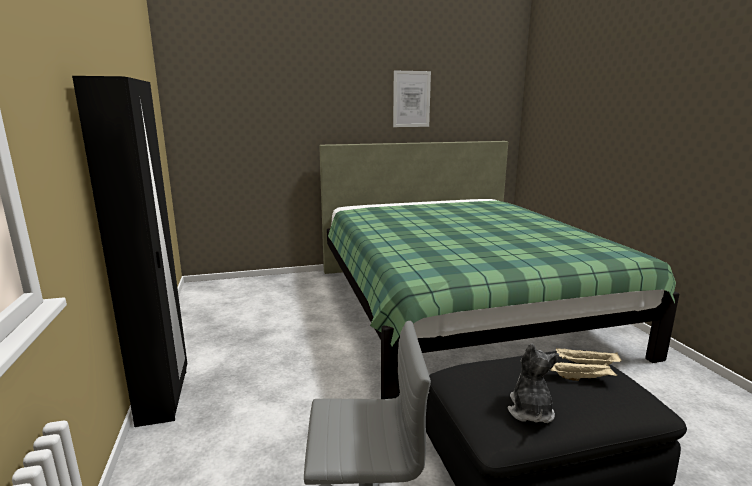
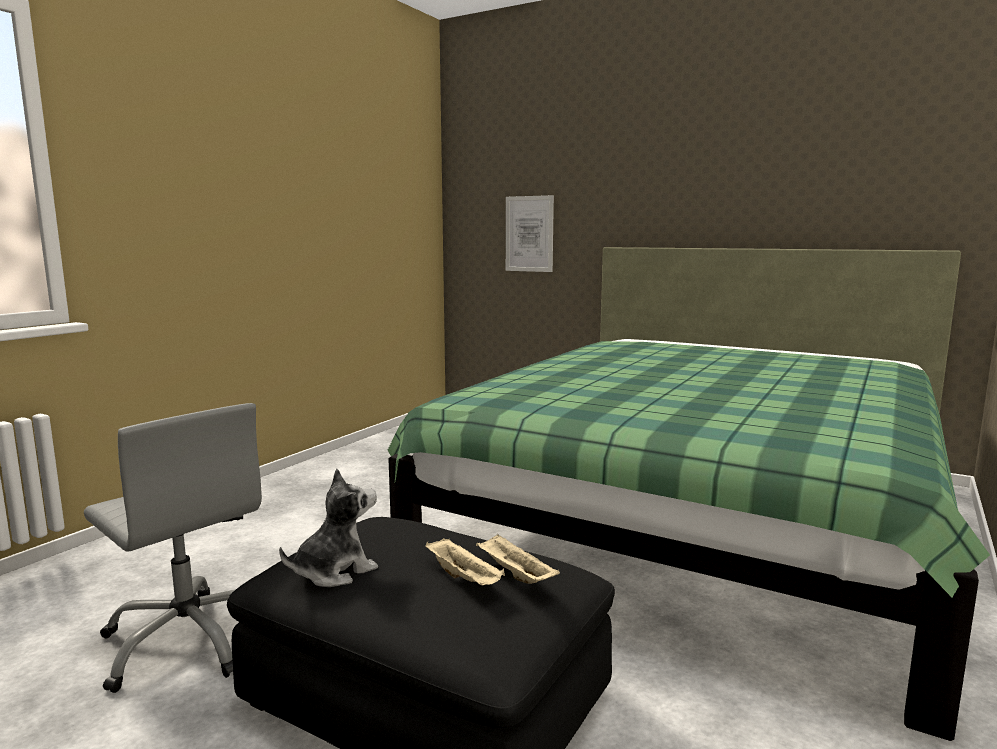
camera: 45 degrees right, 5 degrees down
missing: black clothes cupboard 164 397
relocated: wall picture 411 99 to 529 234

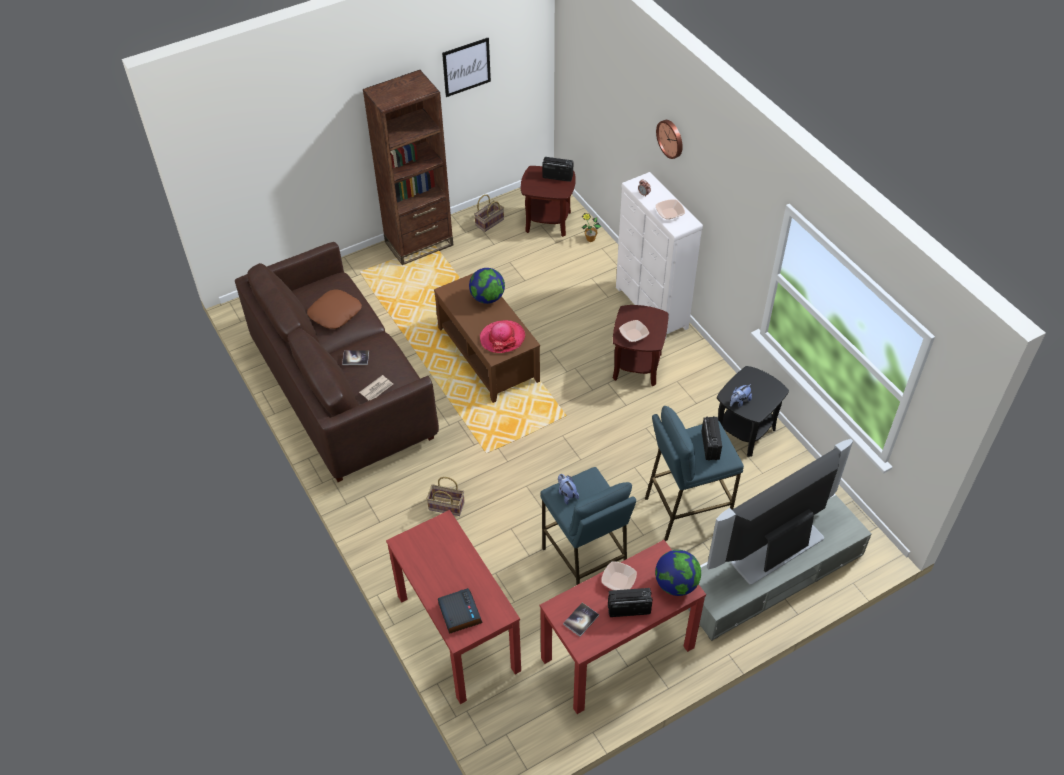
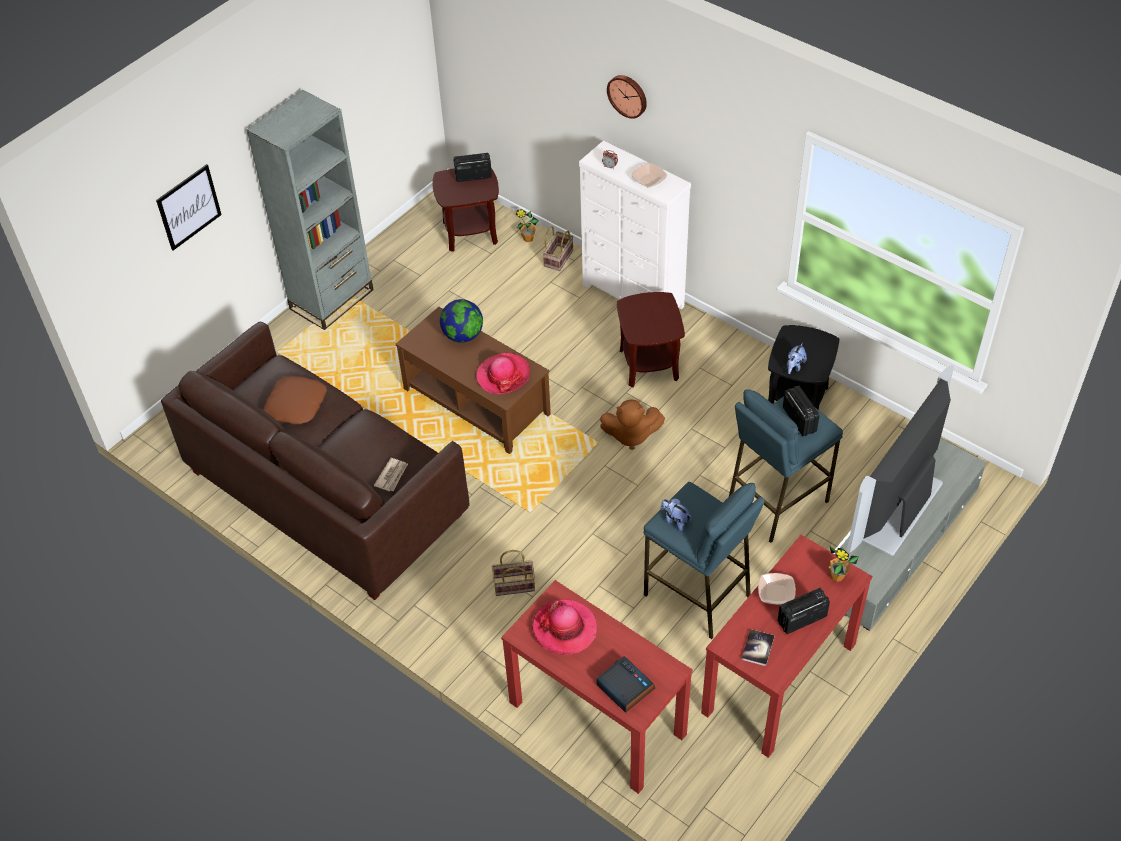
camera: 20 degrees left, 0 degrees up
missing: bound book 355 358; serving bowl 633 334
appeared: wearable hat 565 628; brownish soft toy 630 435
relocated: wall picture 466 67 to 189 207; basket 489 221 to 558 257
exchanged: world globe 676 584 to potted plant 837 576
colour: brownish shelving unit 419 244 to greyish shelving unit 332 299

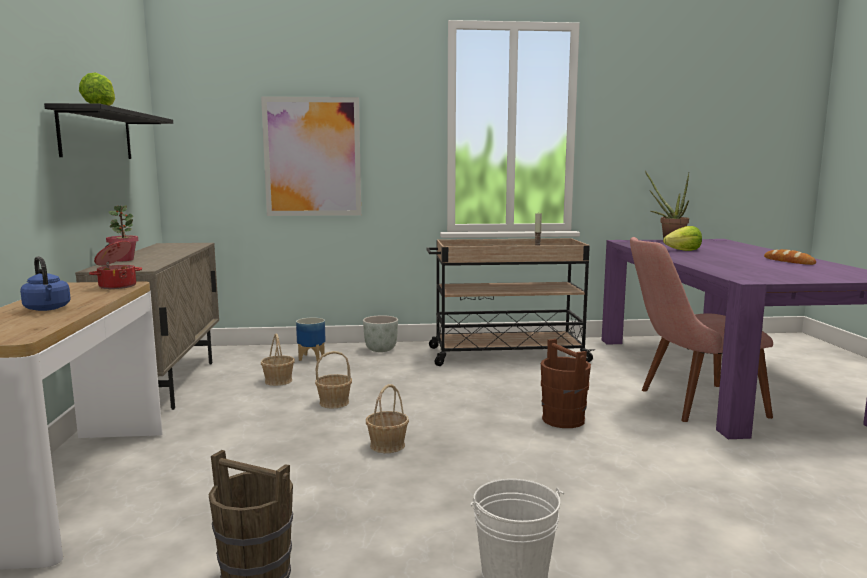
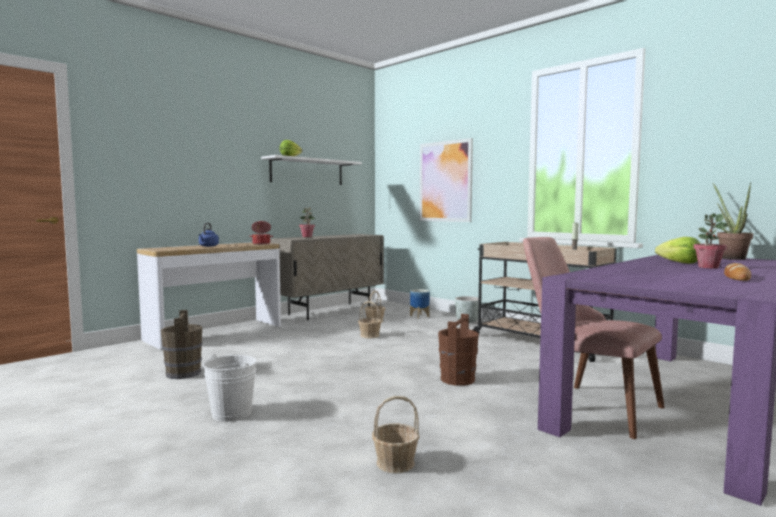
camera: 50 degrees right, 5 degrees down
appeared: potted plant 708 267
relocated: basket 387 445 to 395 463
colour: black bracket shelf 96 135 to white-coloured bracket shelf 307 171

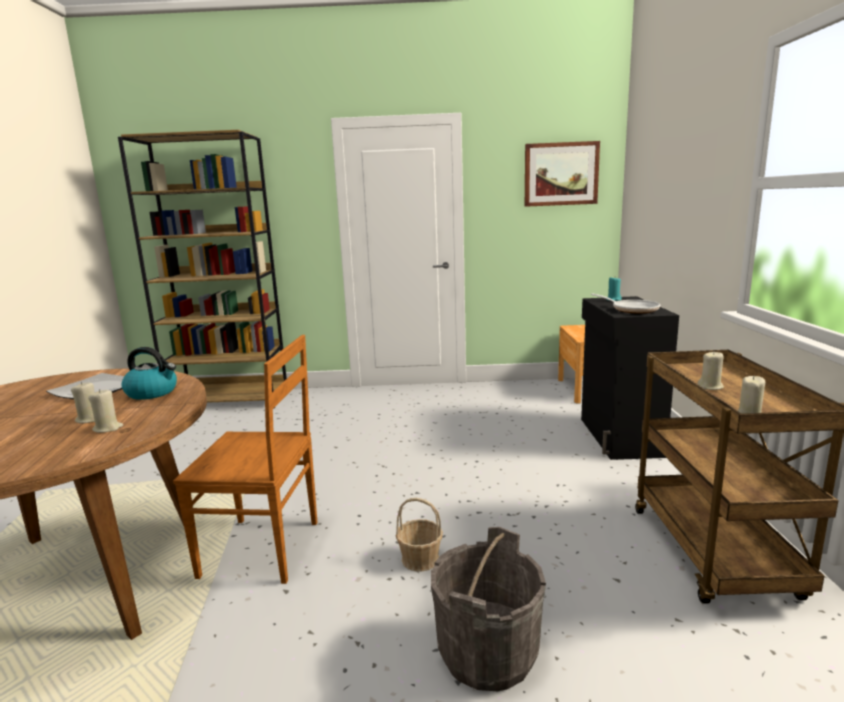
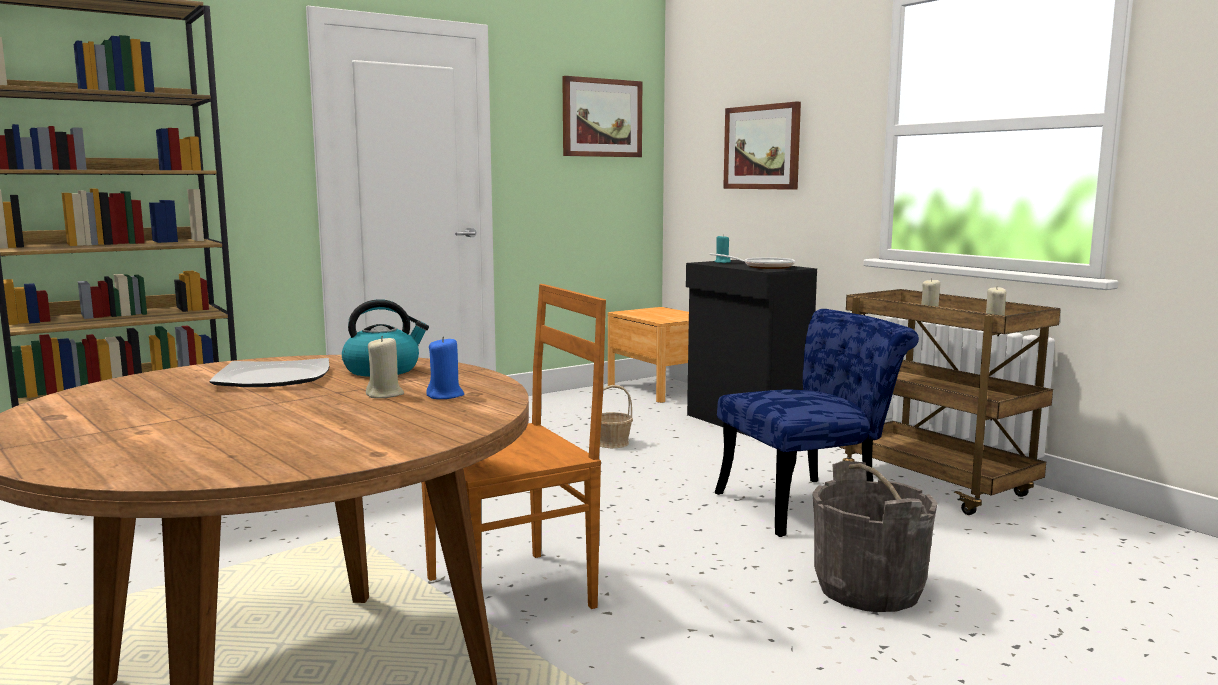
camera: 35 degrees left, 5 degrees down
appeared: bluish plain chair 809 504; wall picture 762 147
relocated: basket 420 559 to 612 443
colour: beige wax light 108 428 to bluish wax light 445 396

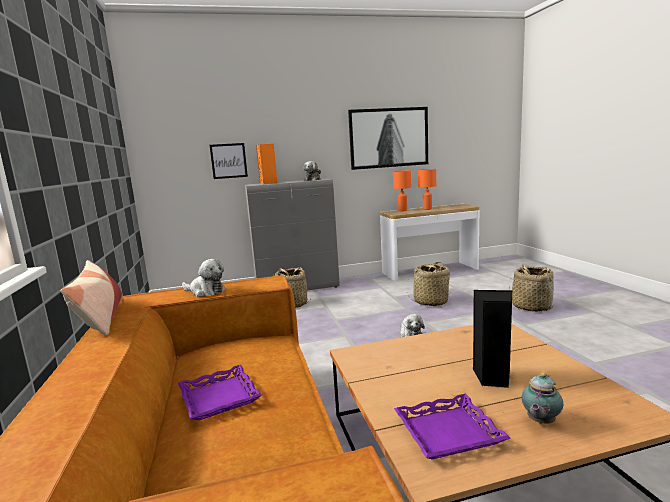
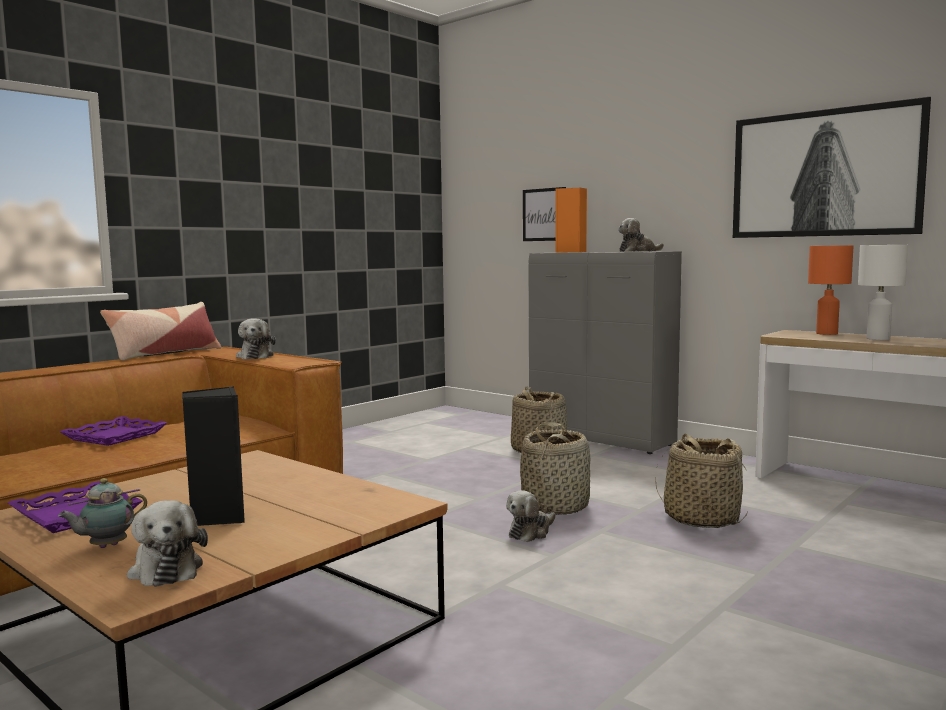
camera: 55 degrees right, 5 degrees down
appeared: soft toy 166 569
relocated: basket 531 306 to 556 505
colour: orange-coloured tabletop lamp 427 209 to white-coloured tabletop lamp 879 339
spun: teapot 540 421 = 105 547 45 degrees counterclockwise

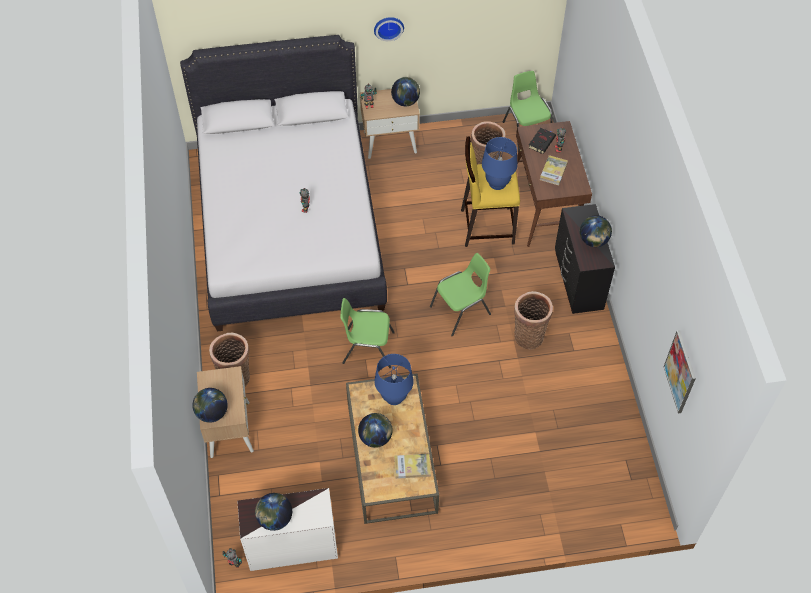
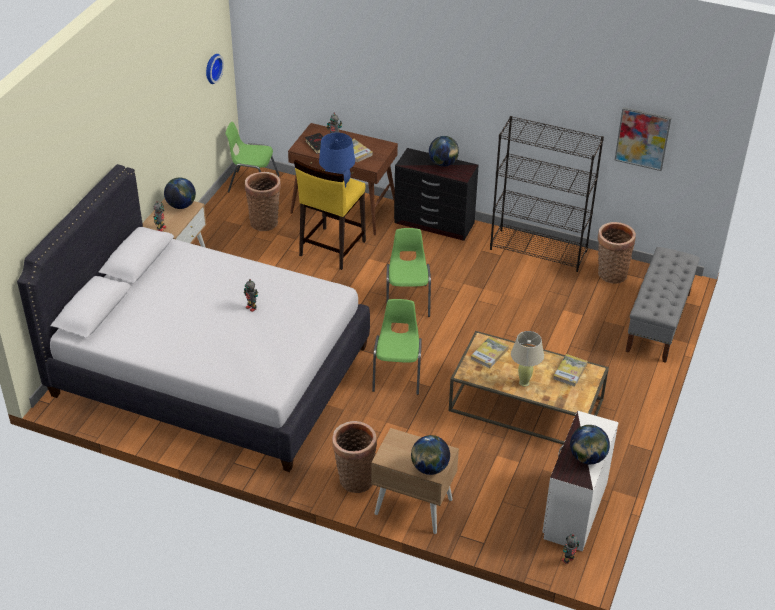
camera: 60 degrees left, 15 degrees down
appeared: black shelving unit 539 250; greyish bench 658 322
relocated: hanging clock 388 27 to 212 68; basket 529 335 to 610 273
exchanged: bluish tabletop lamp 394 396 to bound book 489 354; world globe 375 438 to beige tabletop lamp 524 382
spun: green-coloured plain chair 367 348 = 398 374 150 degrees clockwise

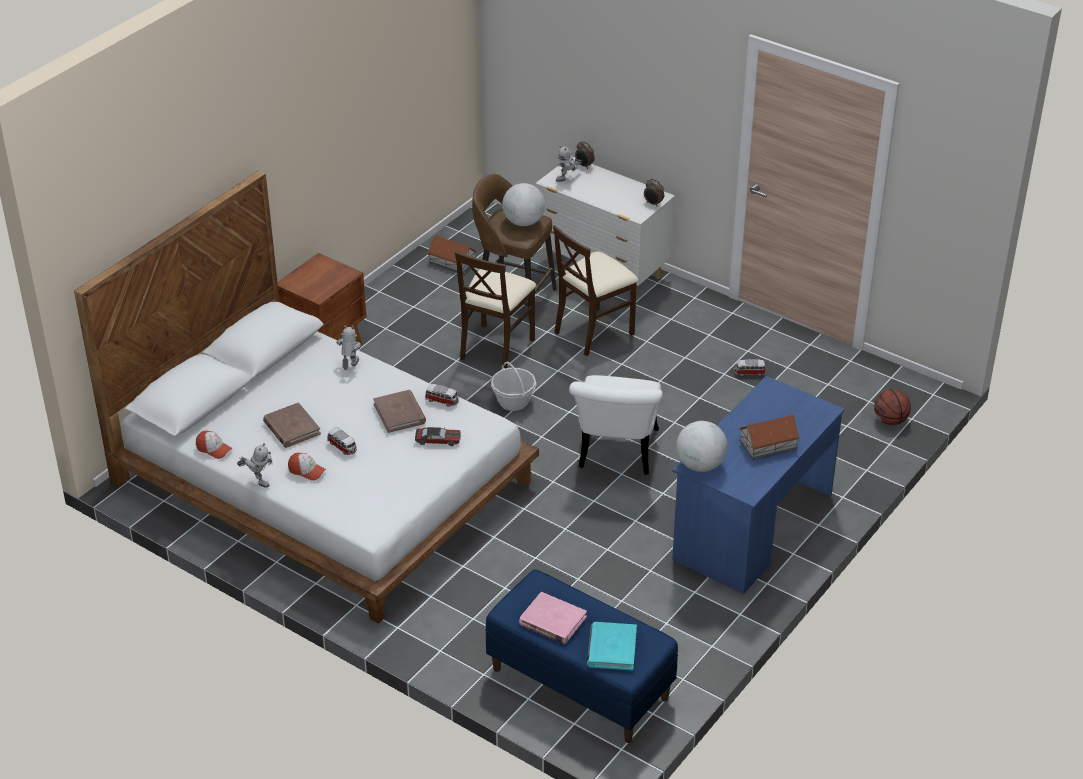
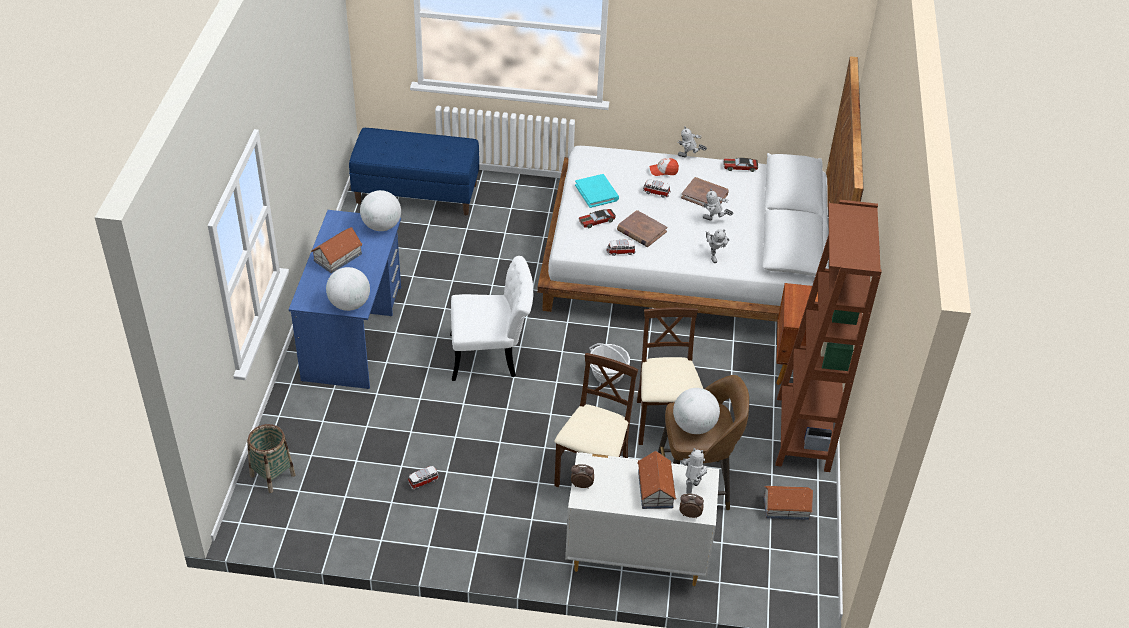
camera: 150 degrees right, 5 degrees up
missing: pink-coloured bound book 552 621
appeared: world globe 349 304; toy house 655 490; toy robot 714 221; brownish shelving unit 803 434
relocated: turquoise bound book 611 648 to 597 192
exchanged: basketball ball 890 421 to basket 272 475; cap 214 449 to miniature car 740 167
spun: white-coloured plain chair 616 455 = 492 356 105 degrees clockwise

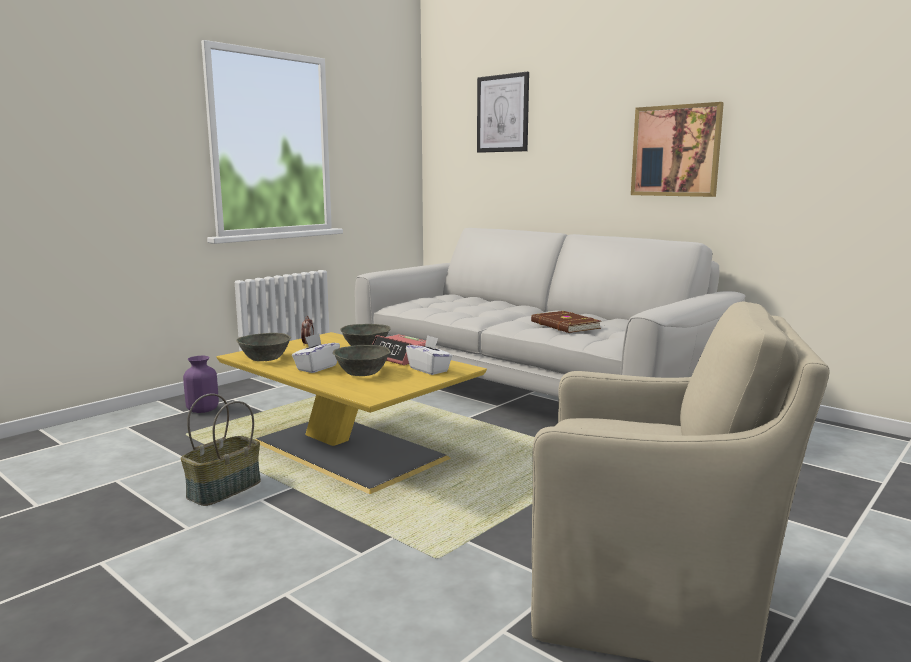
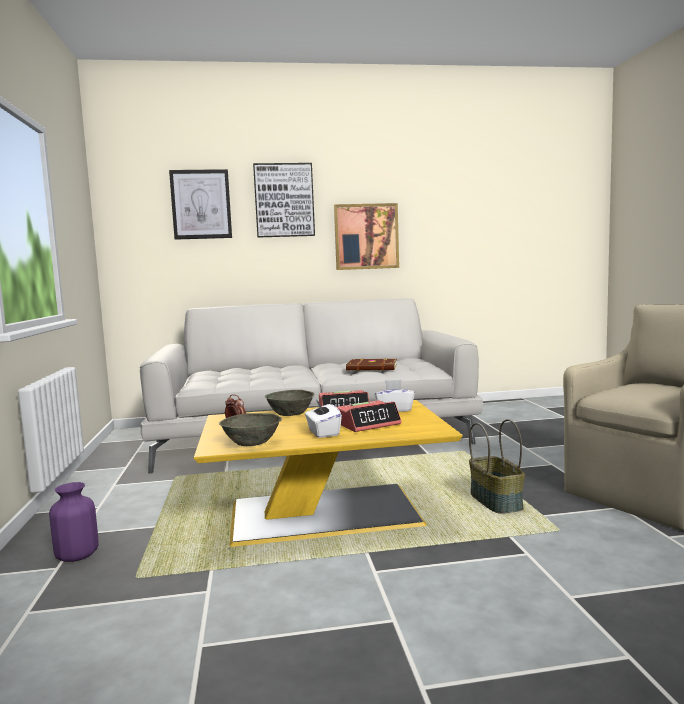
camera: 50 degrees left, 5 degrees down
appeared: wall picture 284 200
relocated: basket 224 490 to 497 501
exchanged: greyish serving bowl 363 373 to table clock 368 424

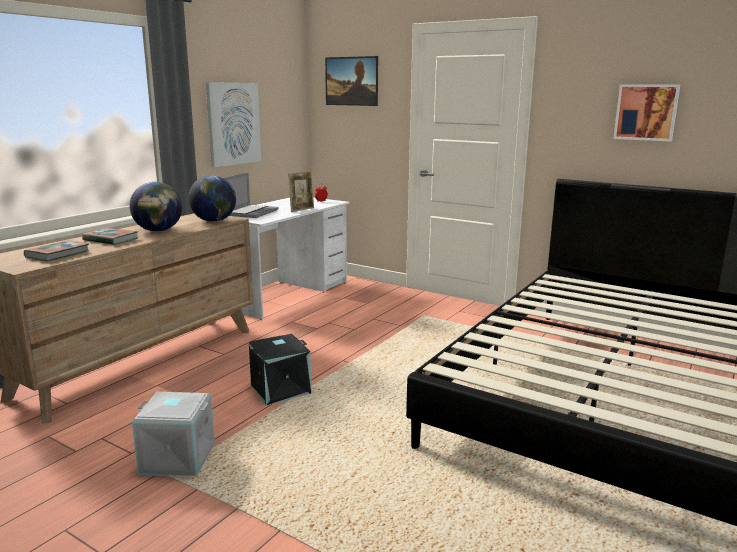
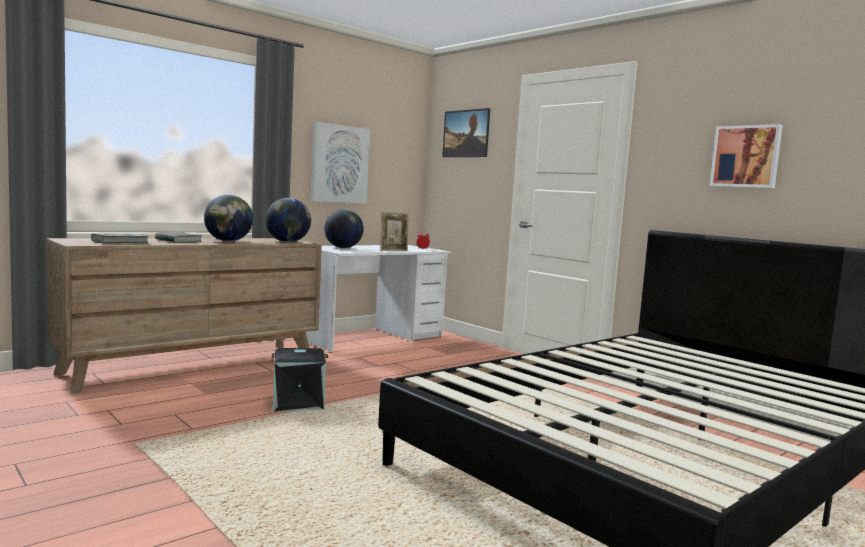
camera: 15 degrees right, 10 degrees down
missing: greyish storage box 177 459
exchanged: laptop 251 212 to world globe 343 248

